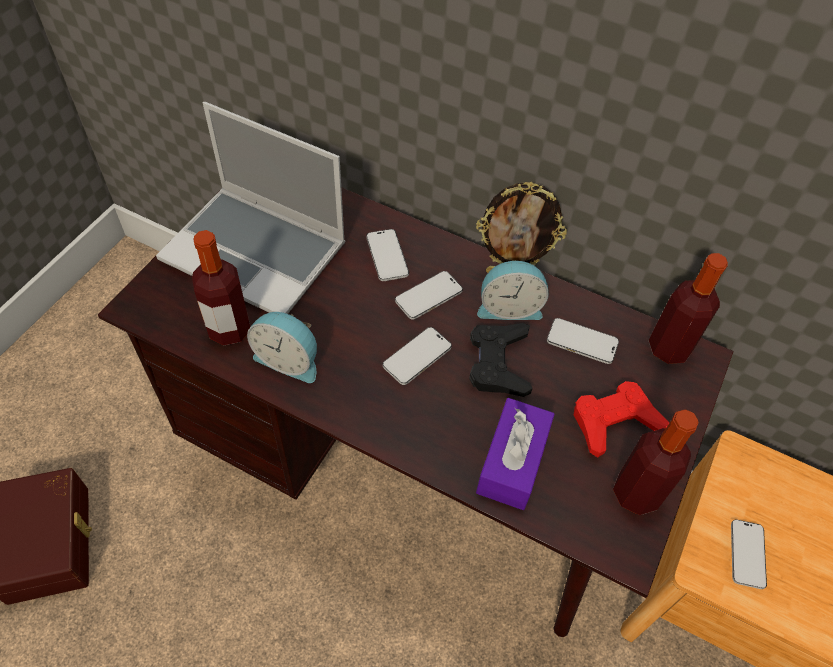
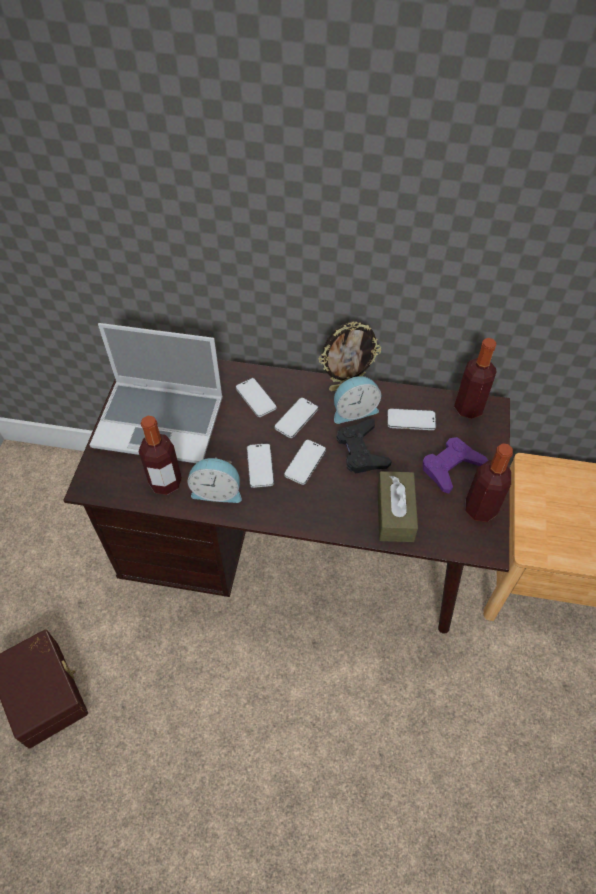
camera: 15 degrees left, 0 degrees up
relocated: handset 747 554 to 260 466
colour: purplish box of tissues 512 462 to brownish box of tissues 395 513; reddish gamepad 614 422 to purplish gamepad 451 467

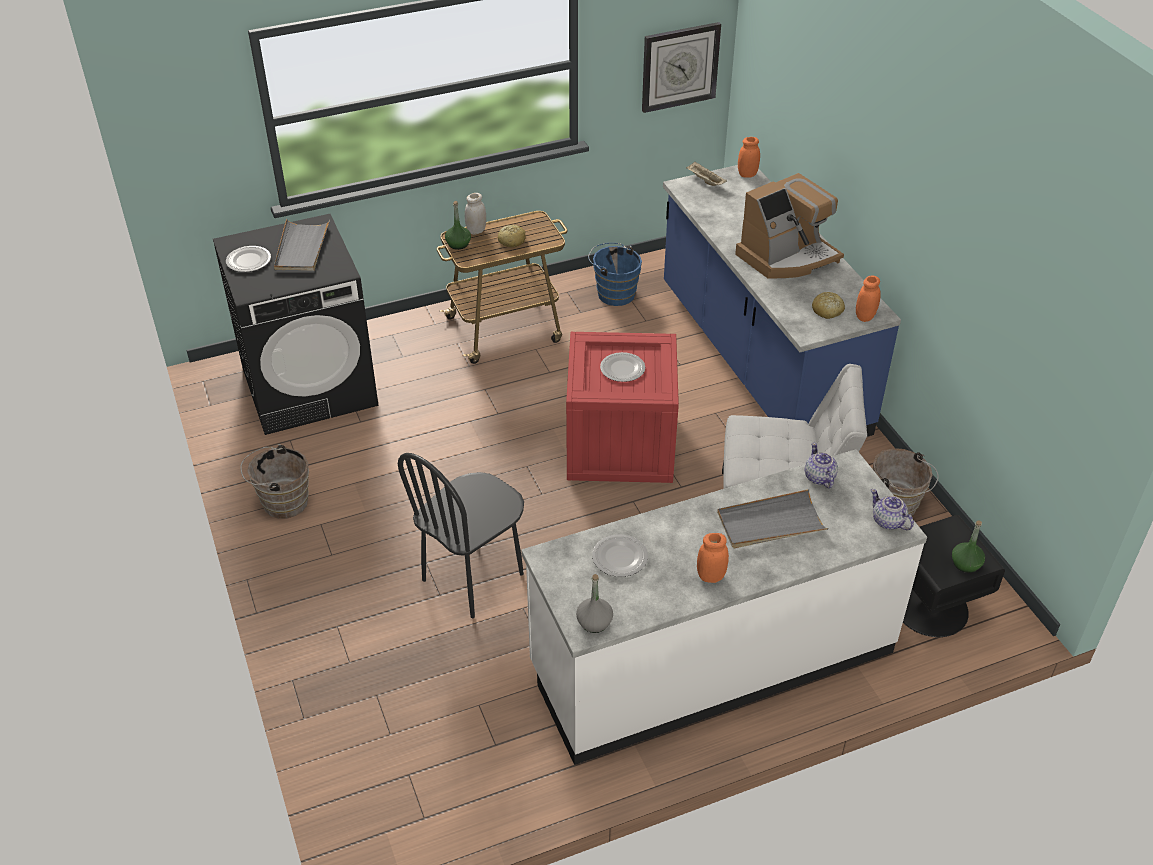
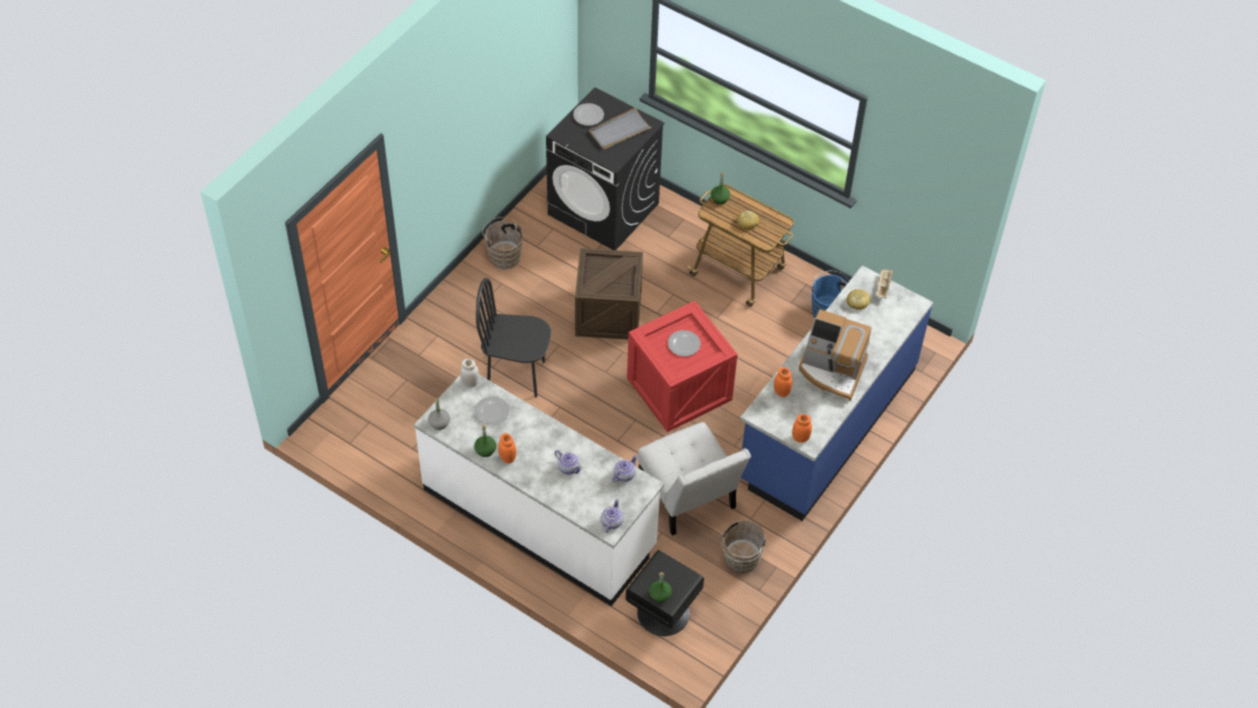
camera: 55 degrees right, 10 degrees up
missing: hanging clock 679 66
appeared: green-coloured beverage bottle 485 450; shipping crate 608 313
relocated: white-coloured jar 476 230 to 470 383; orange-coloured jar 747 174 to 781 392; baked bread 827 311 to 857 302
exchanged: greyish serving tray 770 523 to teapot 568 467

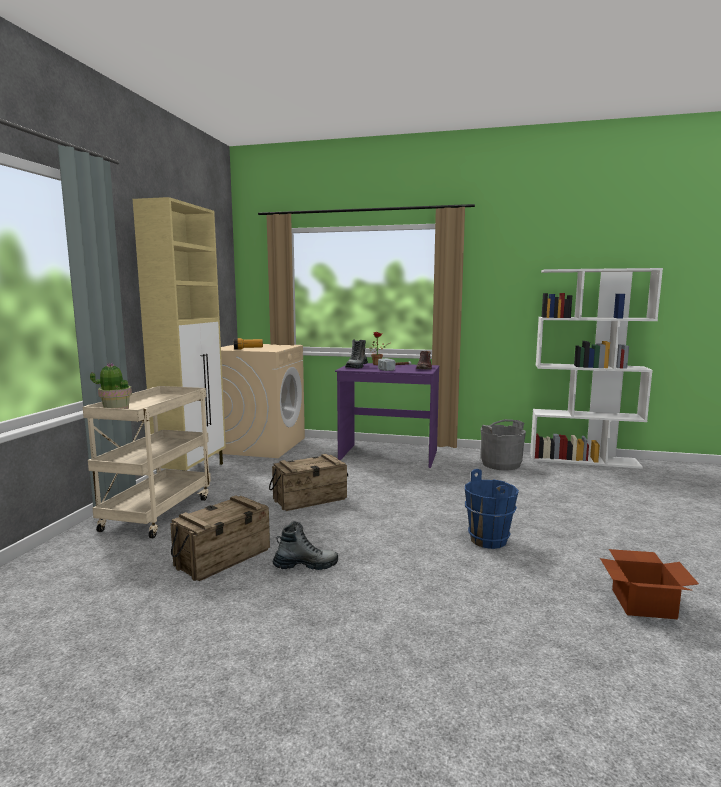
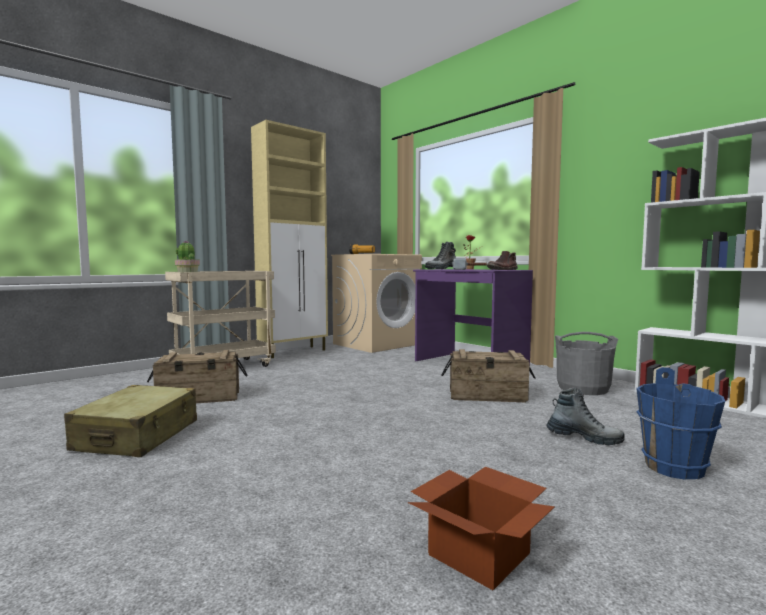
camera: 35 degrees right, 5 degrees down
appeared: beige travel case 138 436
relocated: shipping crate 310 499 to 487 395; boot 305 565 to 584 438; bluish pail 489 540 to 675 468

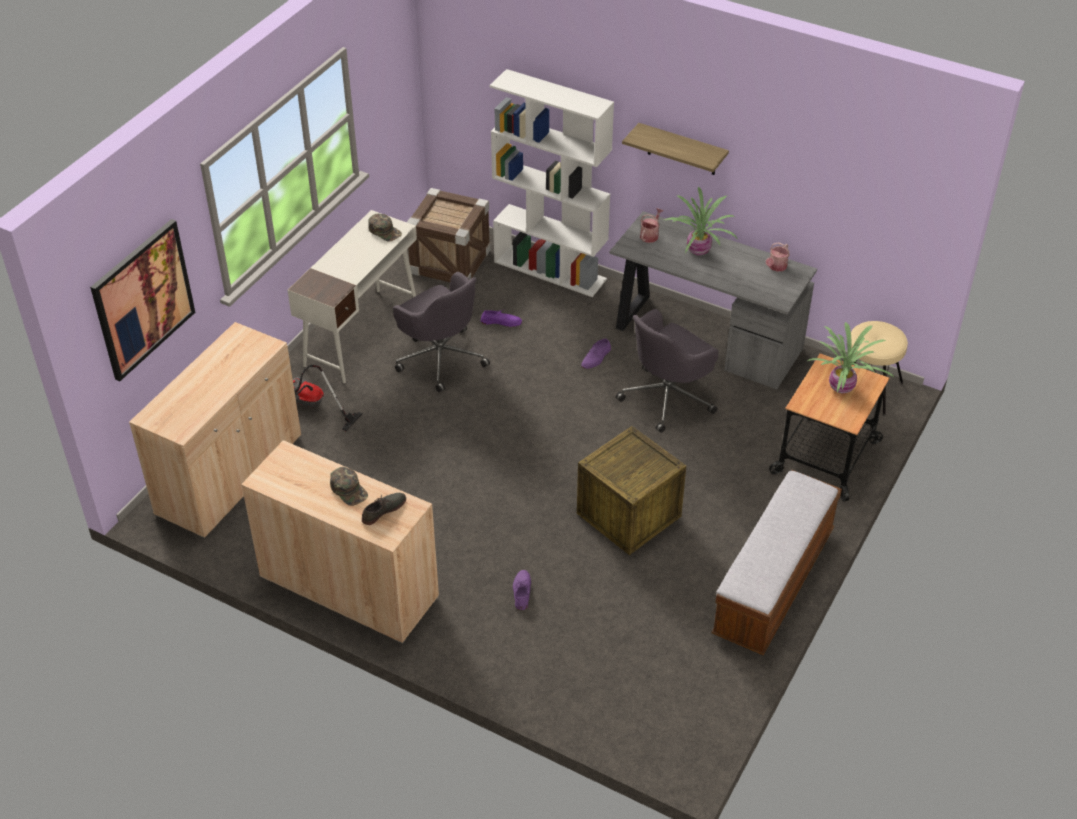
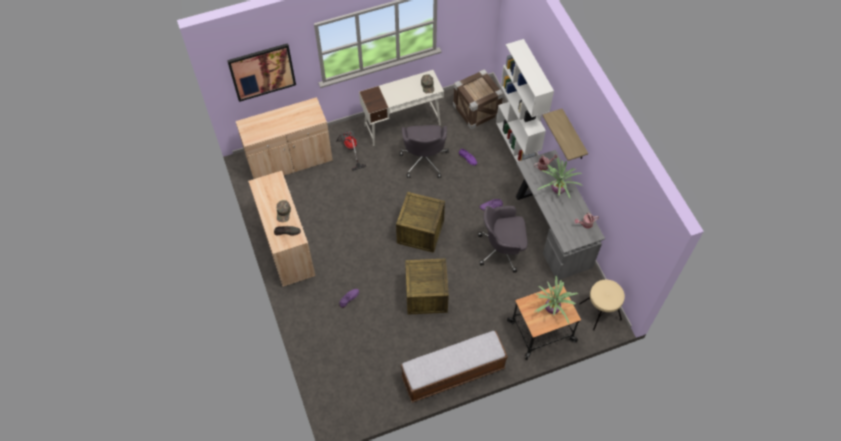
camera: 40 degrees right, 15 degrees up
appeared: shipping crate 420 232

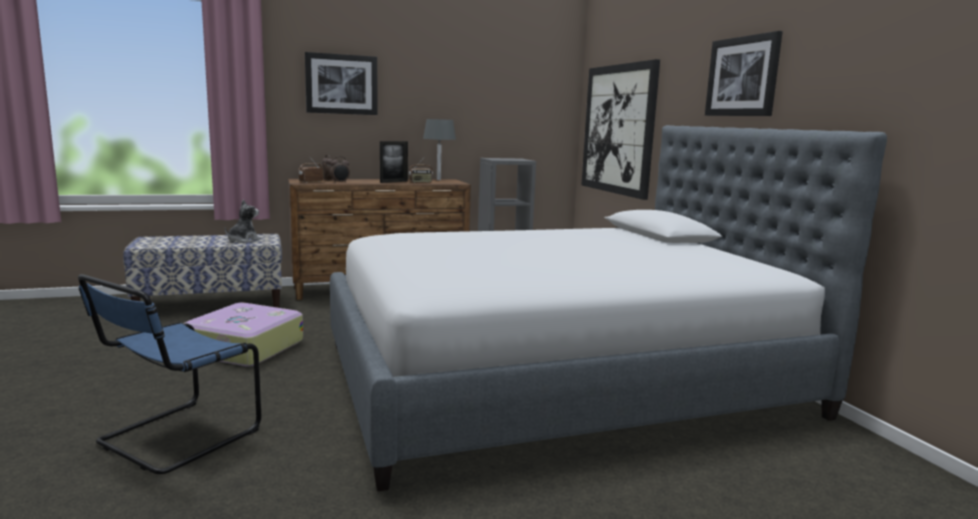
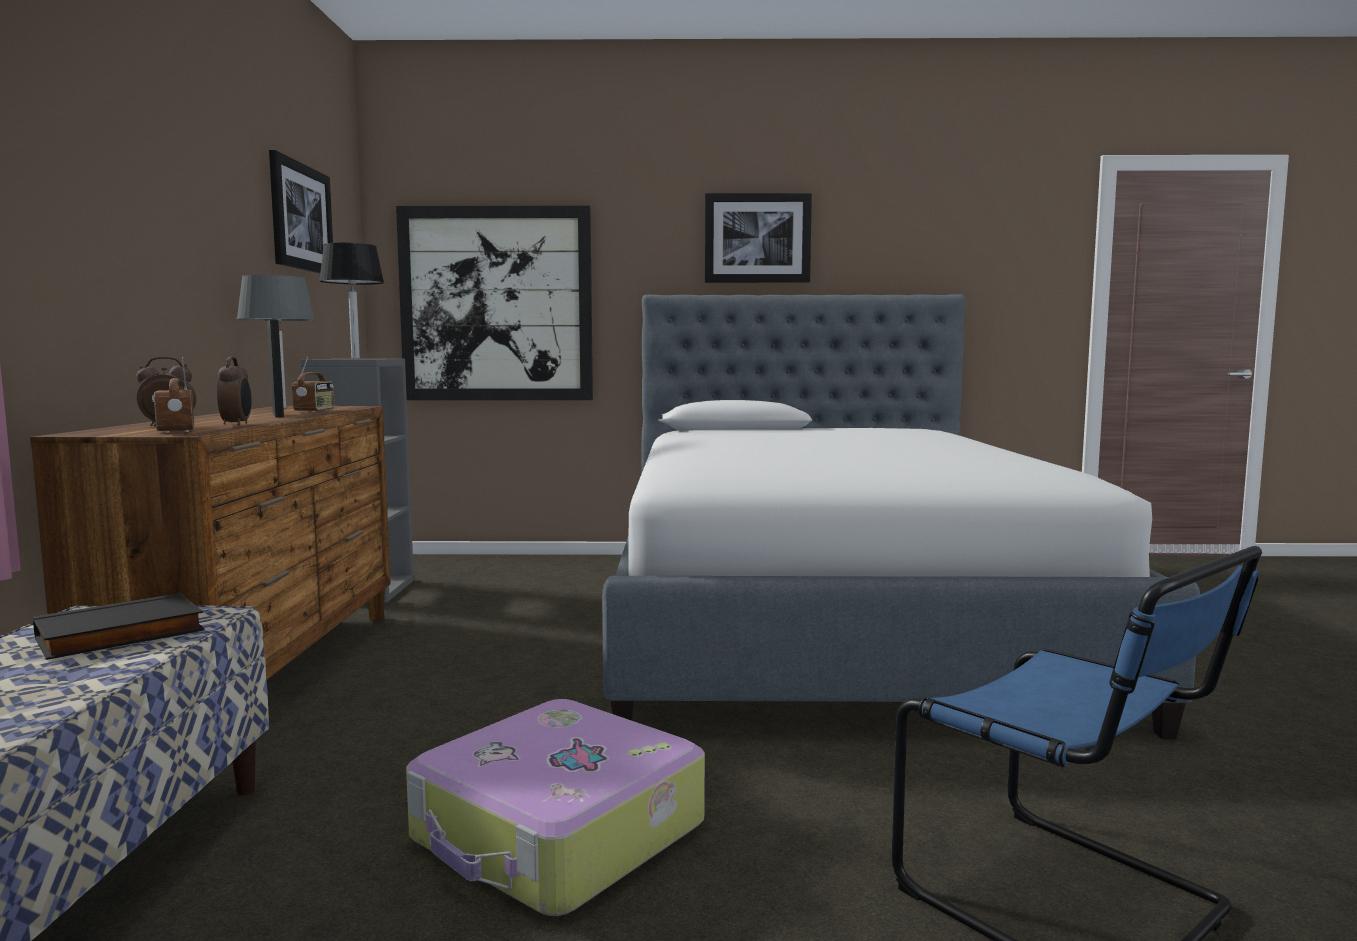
camera: 70 degrees left, 5 degrees down
appeared: black tabletop lamp 355 358
relocated: wall picture 341 84 to 300 217
exchanged: soft toy 243 240 to black bound book 120 635

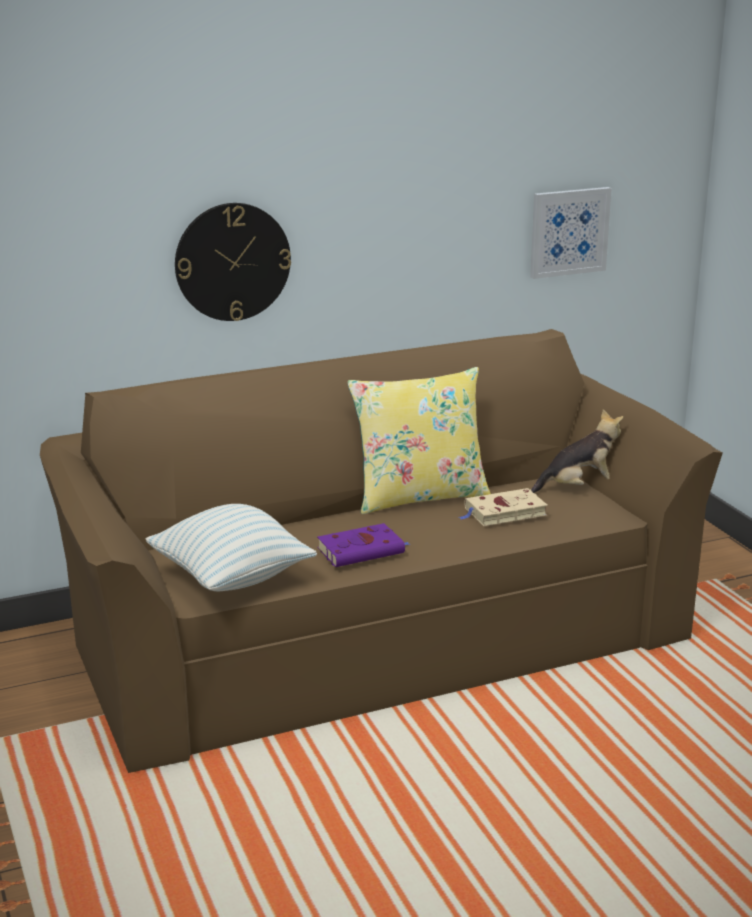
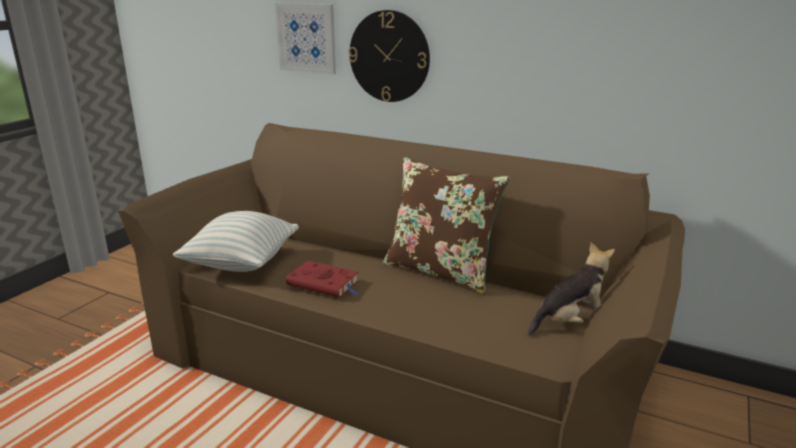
camera: 50 degrees right, 0 degrees up
missing: beige bound book 503 513
relocated: wall picture 569 232 to 307 38
colour: purplish bound book 363 550 to reddish bound book 325 283; yellowish throw pillow 419 496 to brownish throw pillow 441 271
spun: soft toy 579 487 = 570 321 60 degrees counterclockwise

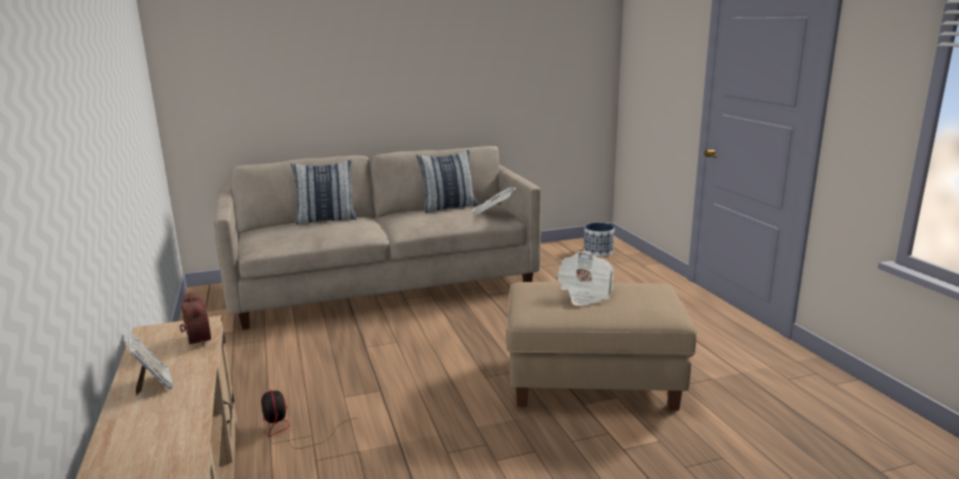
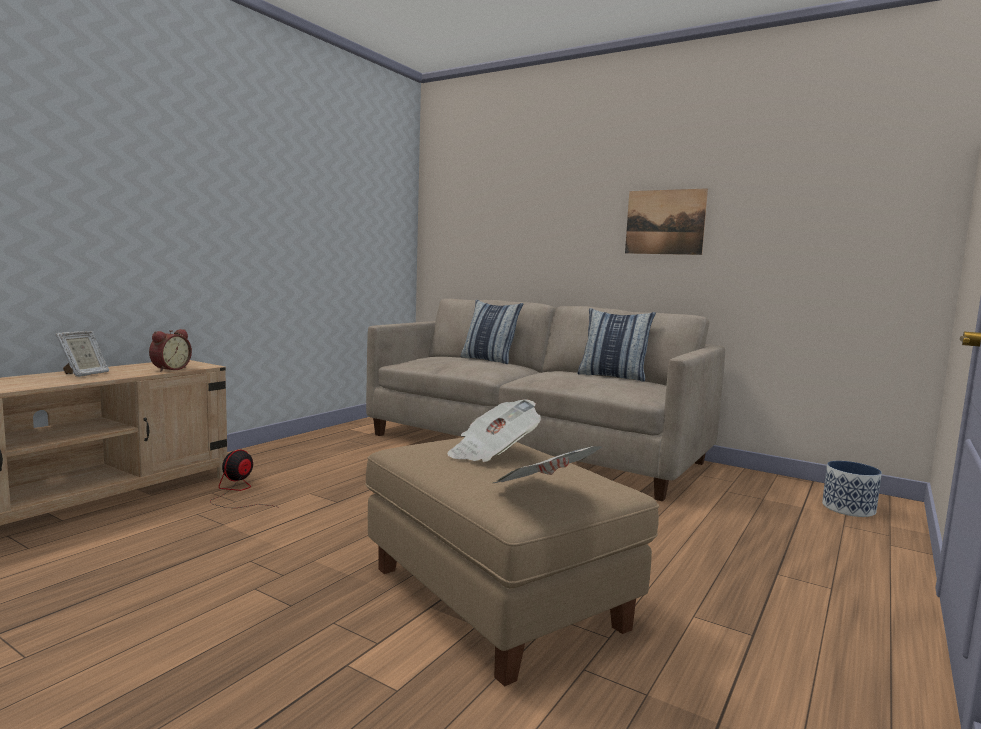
camera: 50 degrees right, 10 degrees down
appeared: wall picture 665 222
relocated: newspaper 493 211 to 544 493

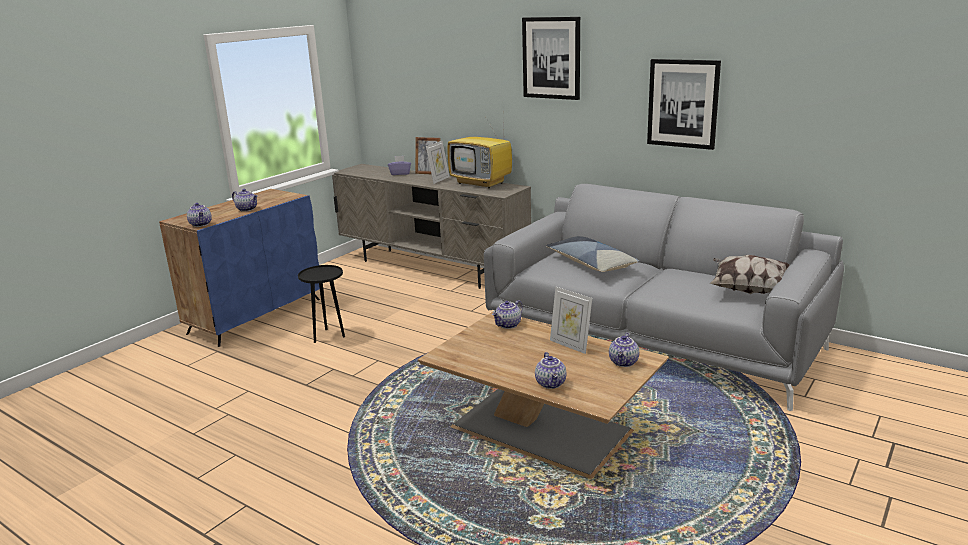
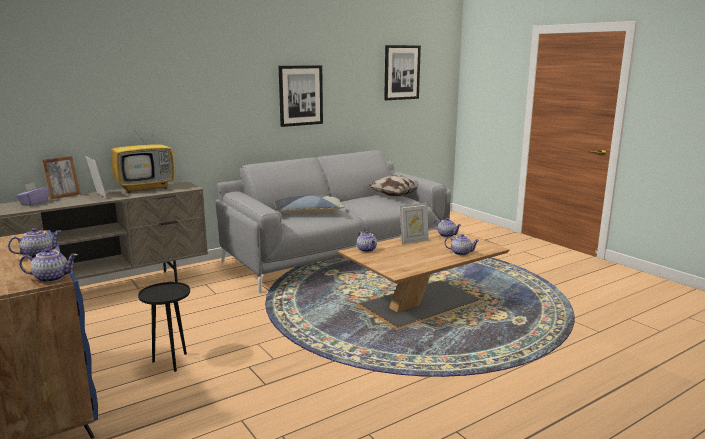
camera: 70 degrees left, 5 degrees down
relocated: wall picture 551 58 to 401 72

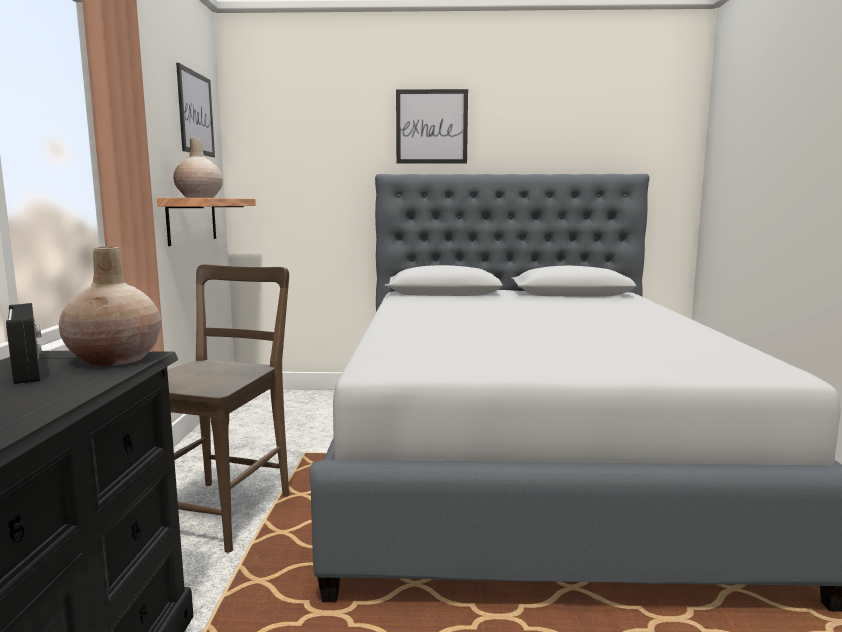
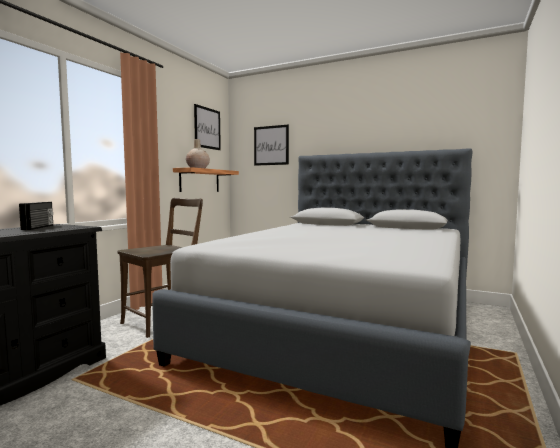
camera: 25 degrees right, 5 degrees down
missing: beige flower vase 116 359
relocated: wall picture 431 127 to 271 145

